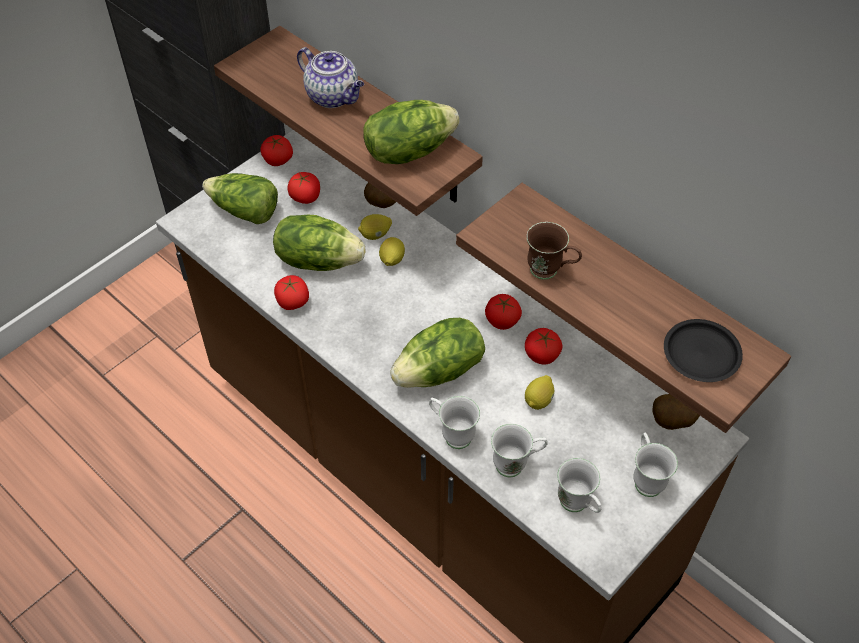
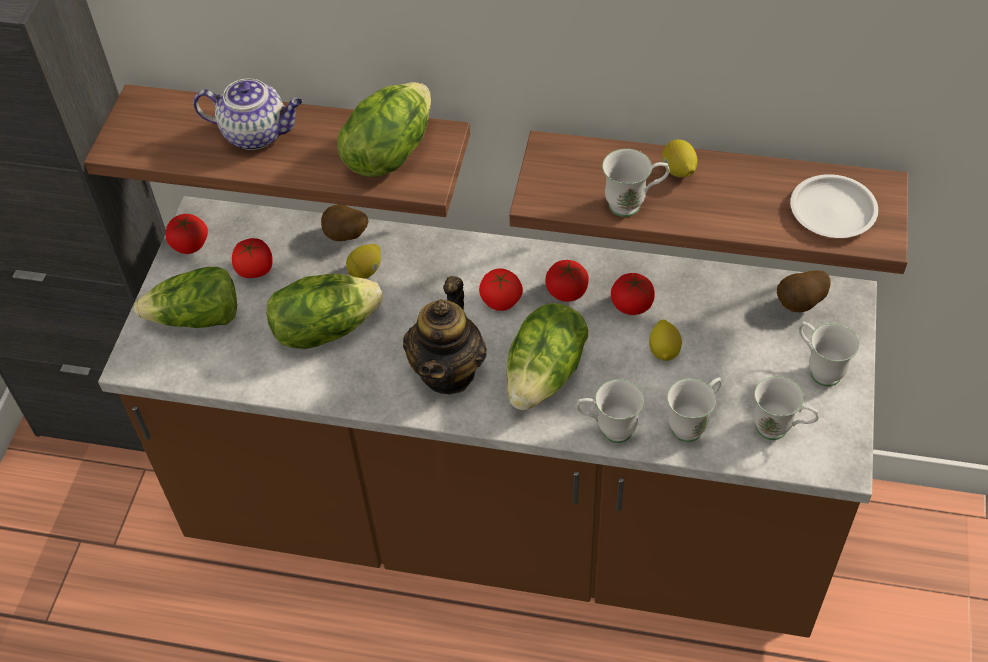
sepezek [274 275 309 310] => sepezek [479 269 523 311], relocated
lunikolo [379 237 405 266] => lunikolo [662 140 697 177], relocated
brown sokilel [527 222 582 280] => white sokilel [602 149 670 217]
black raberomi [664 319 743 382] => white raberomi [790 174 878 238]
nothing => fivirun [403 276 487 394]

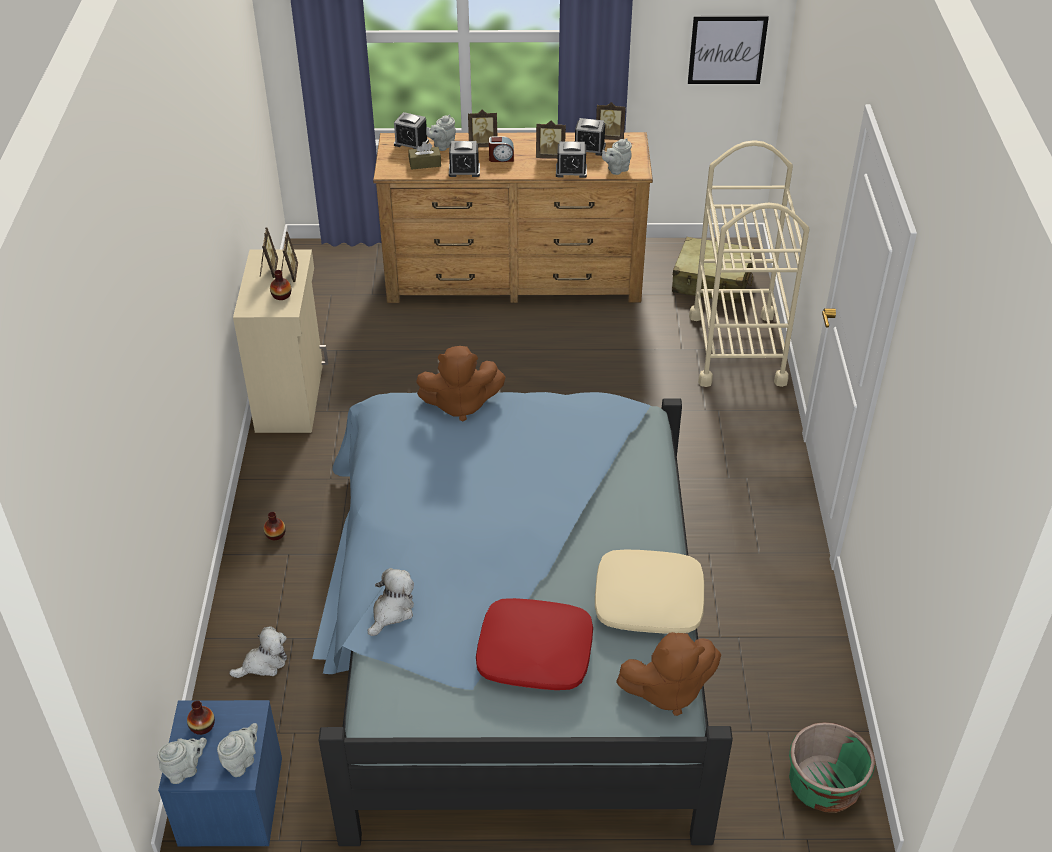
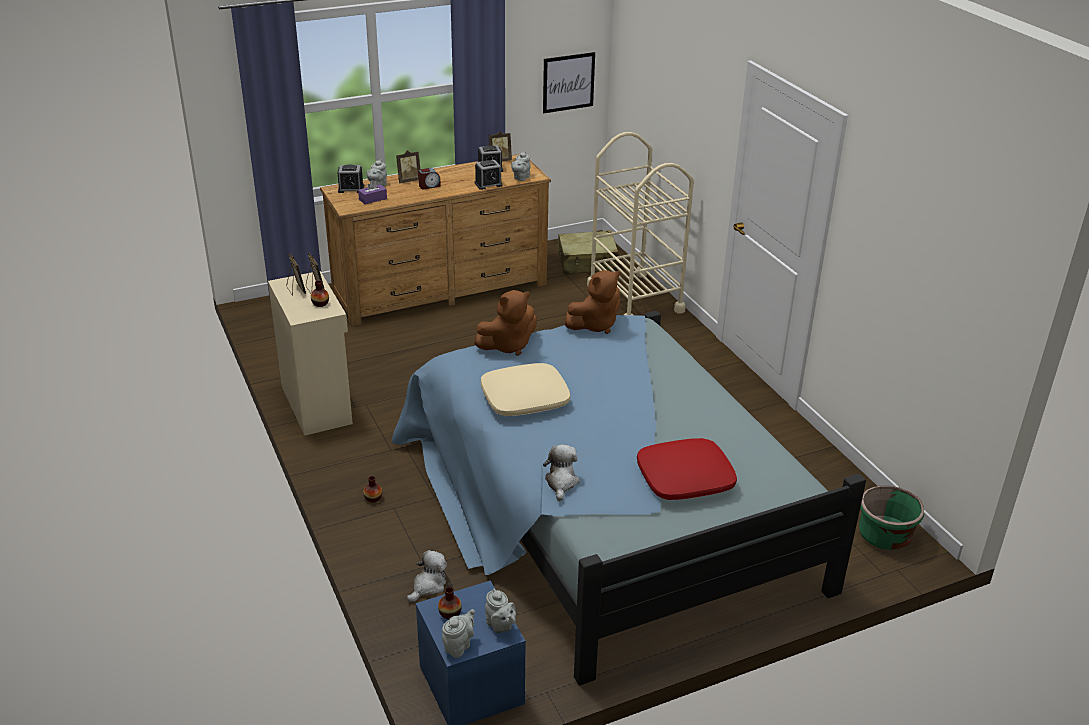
grey fivirun [217 723 258 777] => grey fivirun [485 589 516 633], 135 degrees clockwise
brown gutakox [408 142 441 170] => purple gutakox [358 180 387 205]
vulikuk [449 141 480 177] => nothing
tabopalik [536 121 566 159] => nothing
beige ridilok [595 549 704 634] => beige ridilok [481 363 570 416], relocated
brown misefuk [616 632 721 716] => brown misefuk [564 270 620 334], relocated

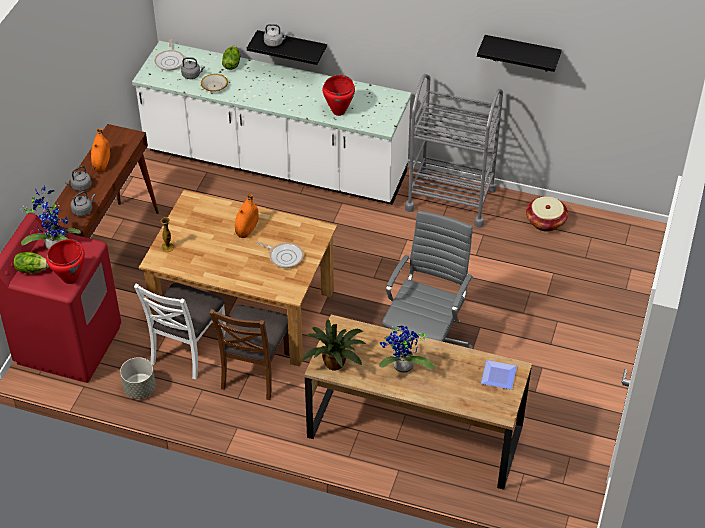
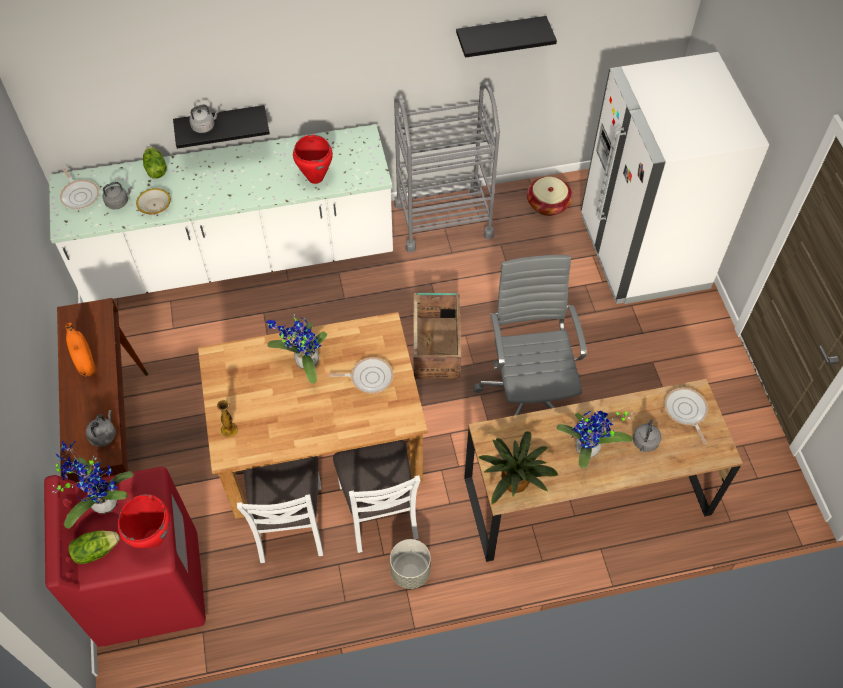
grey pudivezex [65 166 92 191] => grey pudivezex [633 419 661 452], relocated
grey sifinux [120 357 156 399] => grey sifinux [390 539 431 589], relocated
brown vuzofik [210 305 290 400] => white vuzofik [333 440 421 553]
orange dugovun [235 194 259 238] => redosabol [267 314 327 384]
raberomi [481 360 517 390] => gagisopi [664 388 708 444]
nothing => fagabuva [413 293 461 379]
nothing => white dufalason [581 52 769 304]

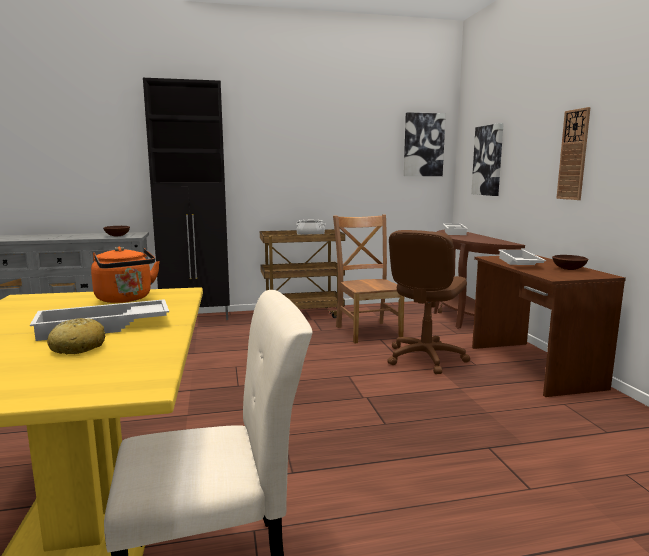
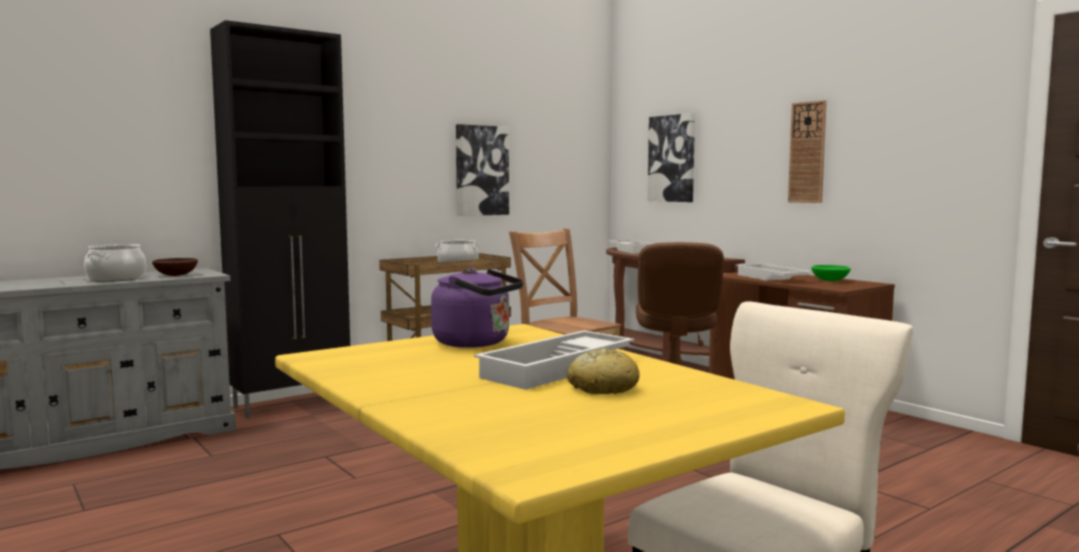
orange pudivezex [91 247 160 303] => purple pudivezex [431 268 524 348]
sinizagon [404 112 446 176] => sinizagon [456 124 509 216], relocated
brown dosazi [552 255 589 270] => green dosazi [811 265 851 281]
nothing => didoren [84 244 146 282]

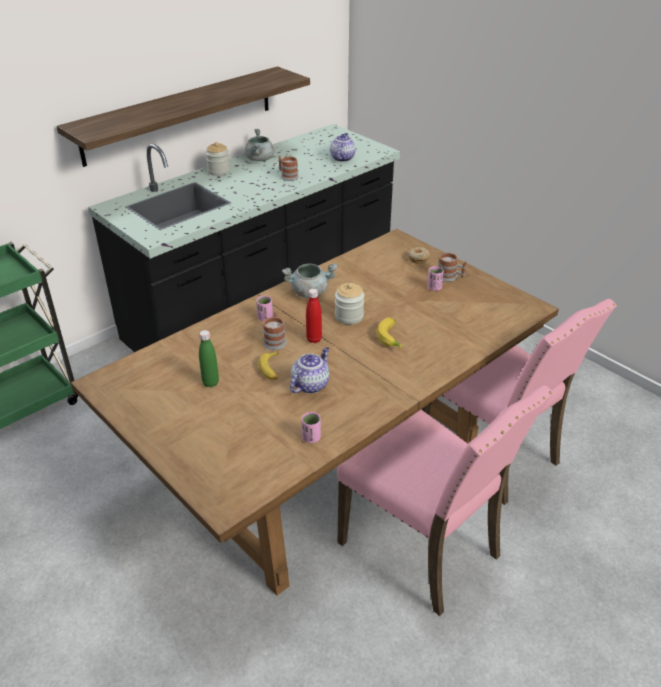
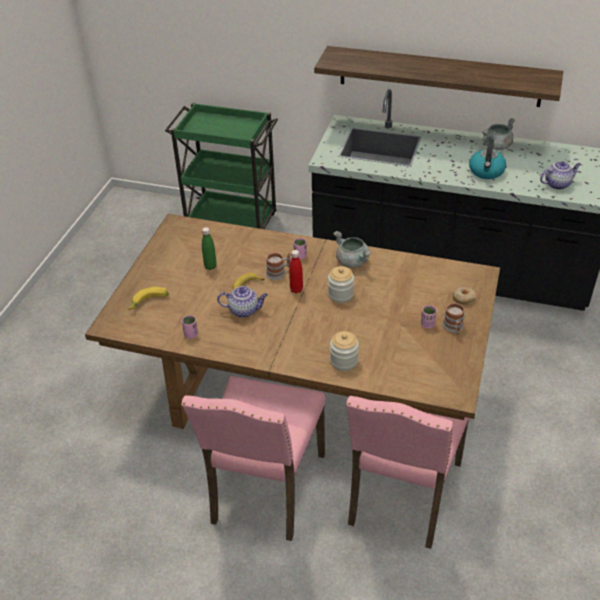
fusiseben [206 142 230 176] => fusiseben [330 331 359 371], relocated
sokilel [278 156 299 181] => pudivezex [469 139 506 179]
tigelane [376 317 402 349] => tigelane [128 287 169 310], relocated

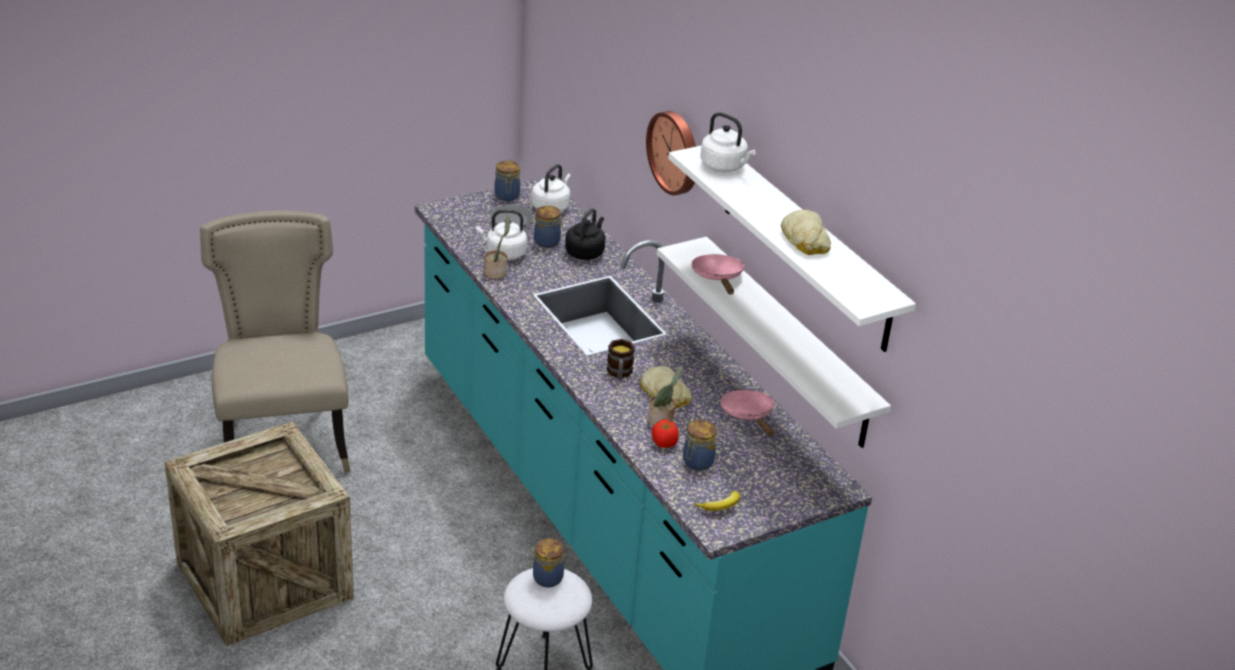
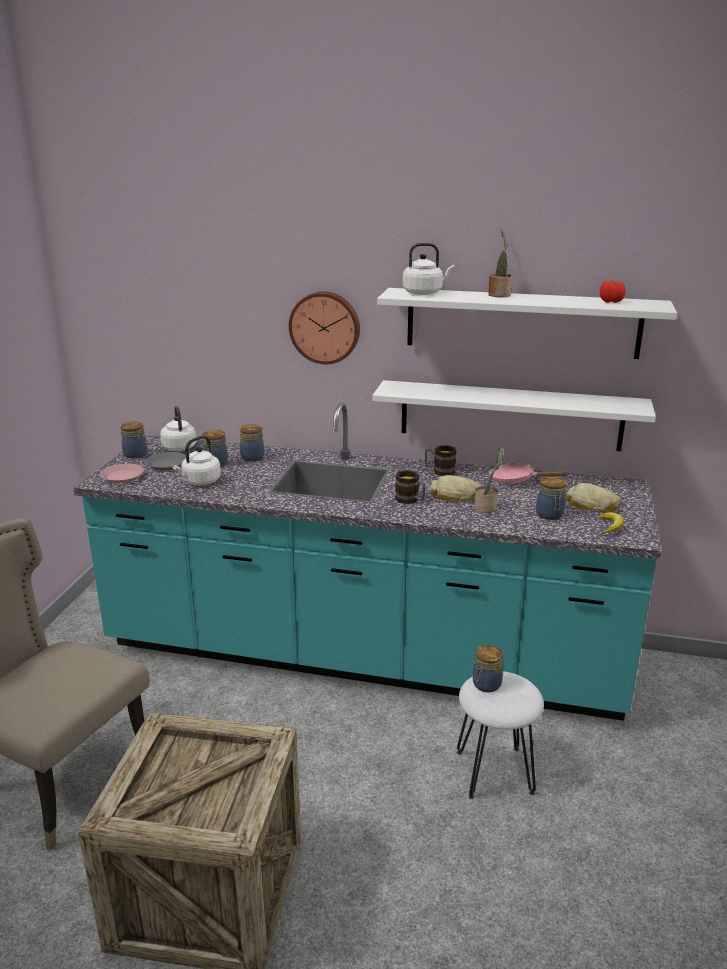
redosabol [484 214 510 279] => redosabol [488 229 512 297], relocated
black pudivezex [565 208 605 260] => fusiseben [240 424 264 462]
sepezek [652 419 679 448] => sepezek [600 280 626 303], relocated
pink gagisopi [691 254 745 294] => nothing
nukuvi [781 210 831 255] => nukuvi [566 483 621 512], relocated
nothing => pink raberomi [100 464 144 483]
nothing => sokilel [425 445 456 476]

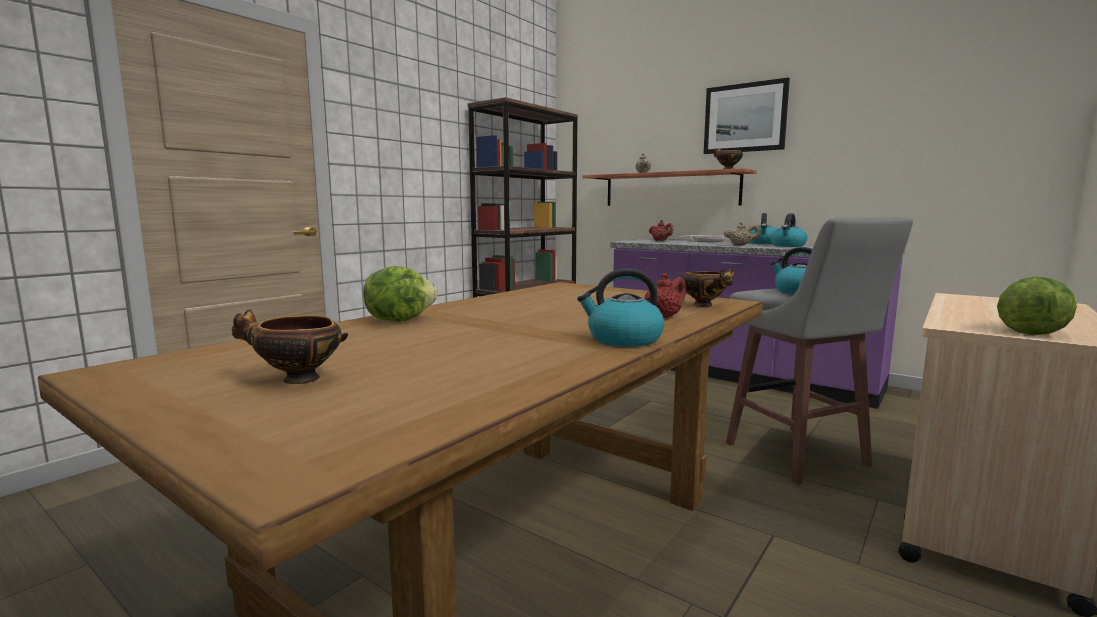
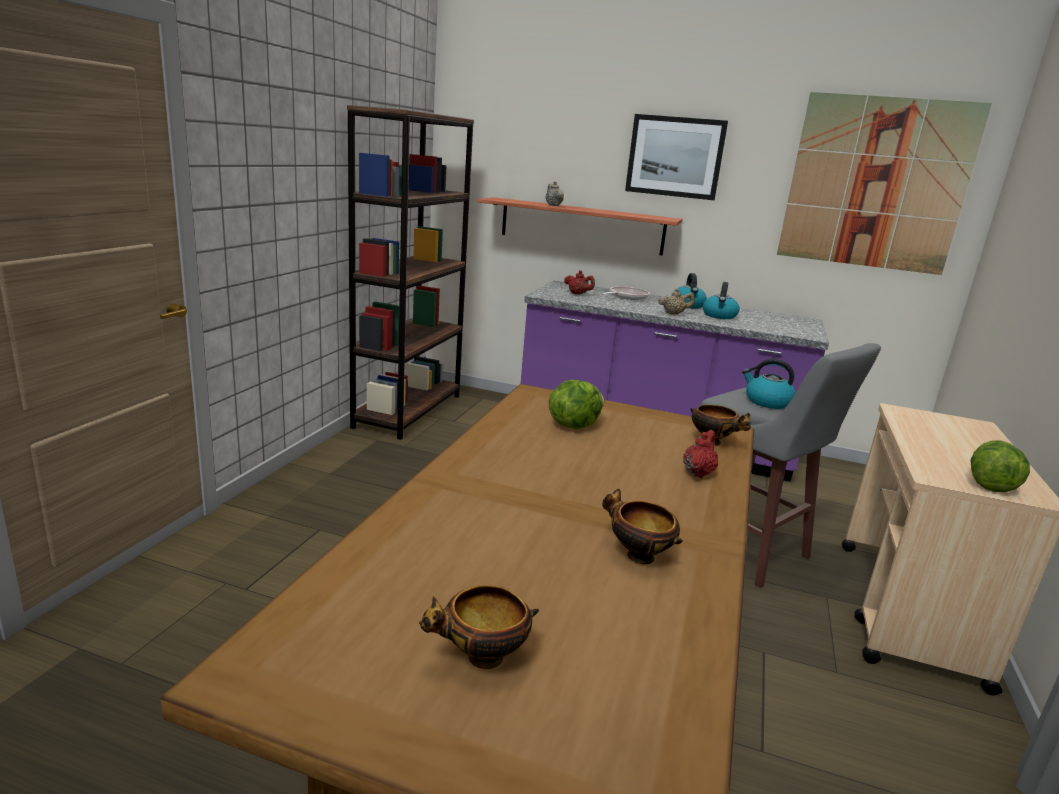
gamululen [363 266 437 322] => gamululen [549 380 604 429], relocated
pudivezex [577 268 664 347] => nothing
dosazi [714 148 743 169] => dosazi [602 489 683 564], relocated
nothing => sinizagon [777 92 992 275]

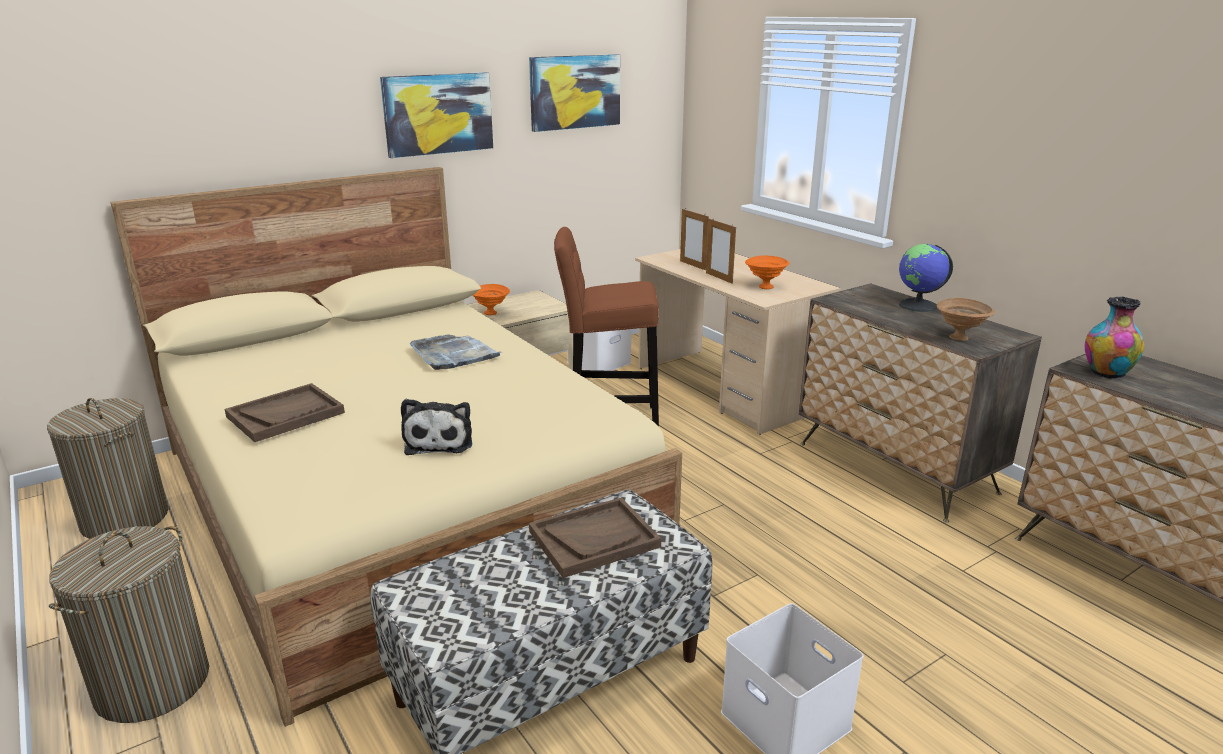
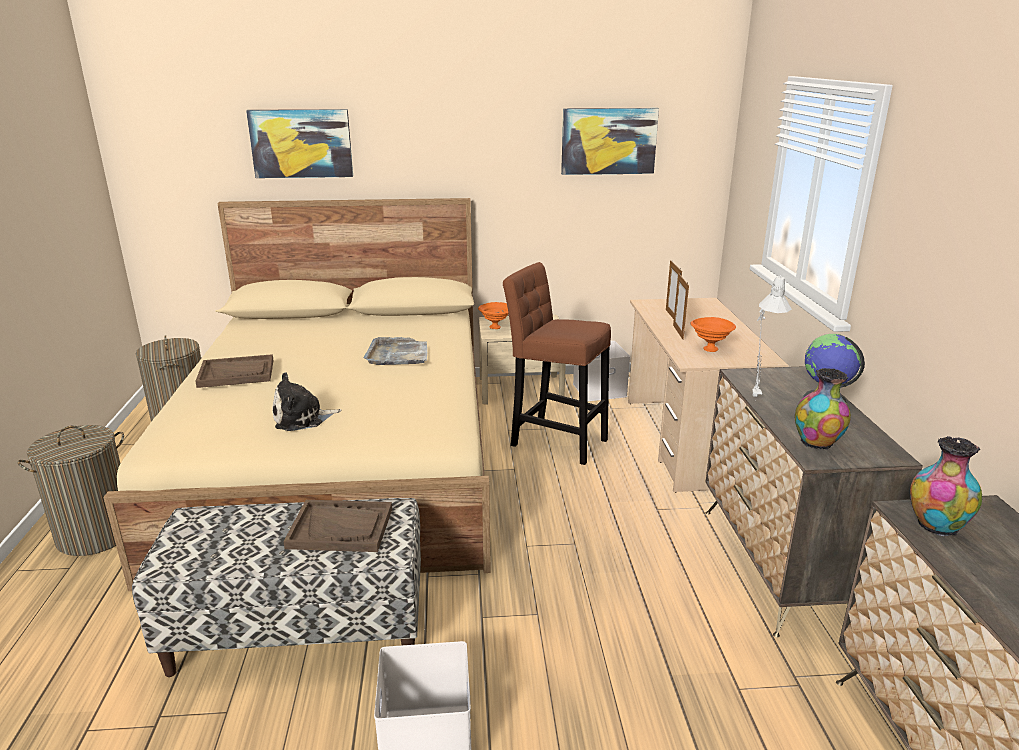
sinizagon [380 72 493 158] => sinizagon [246 109 353 178], relocated
misefuk [401 399 472 455] => misefuk [272 372 341 431], 45 degrees clockwise
brown dosazi [936 298 995 341] => dugovun [795 368 851 450]
nothing => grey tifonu [752 275 792 397]

